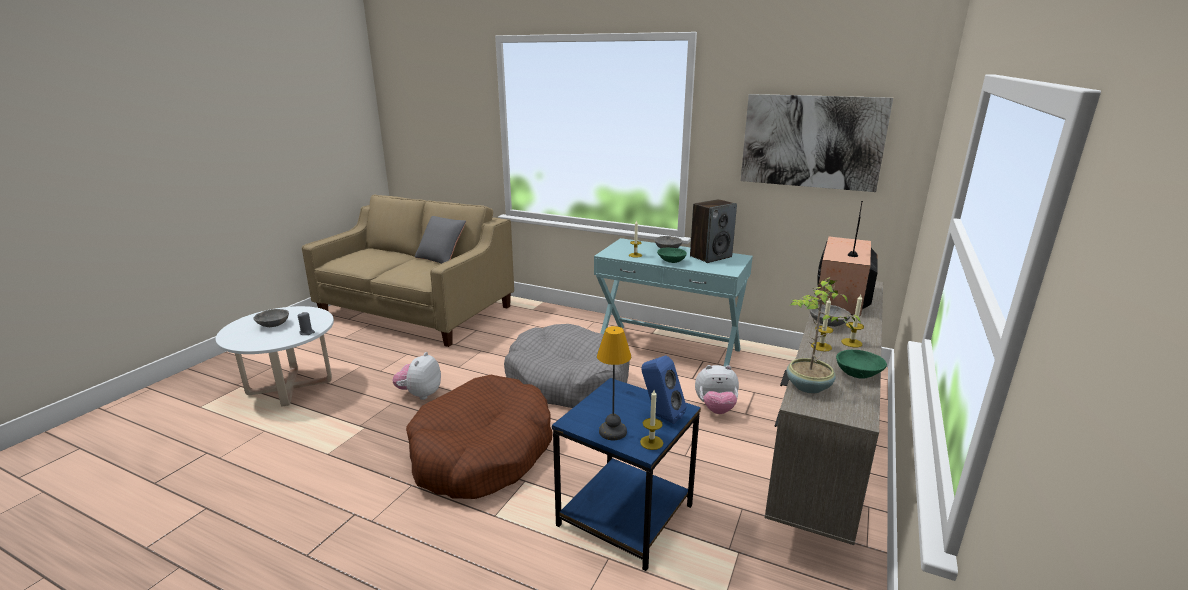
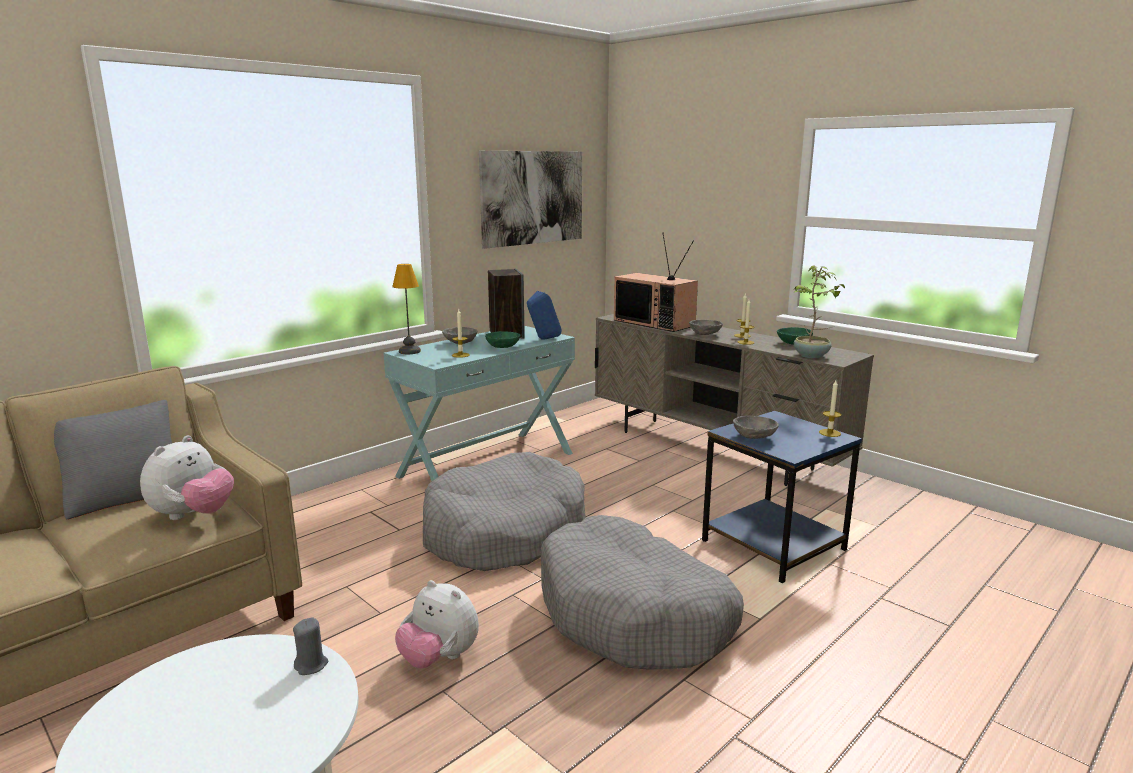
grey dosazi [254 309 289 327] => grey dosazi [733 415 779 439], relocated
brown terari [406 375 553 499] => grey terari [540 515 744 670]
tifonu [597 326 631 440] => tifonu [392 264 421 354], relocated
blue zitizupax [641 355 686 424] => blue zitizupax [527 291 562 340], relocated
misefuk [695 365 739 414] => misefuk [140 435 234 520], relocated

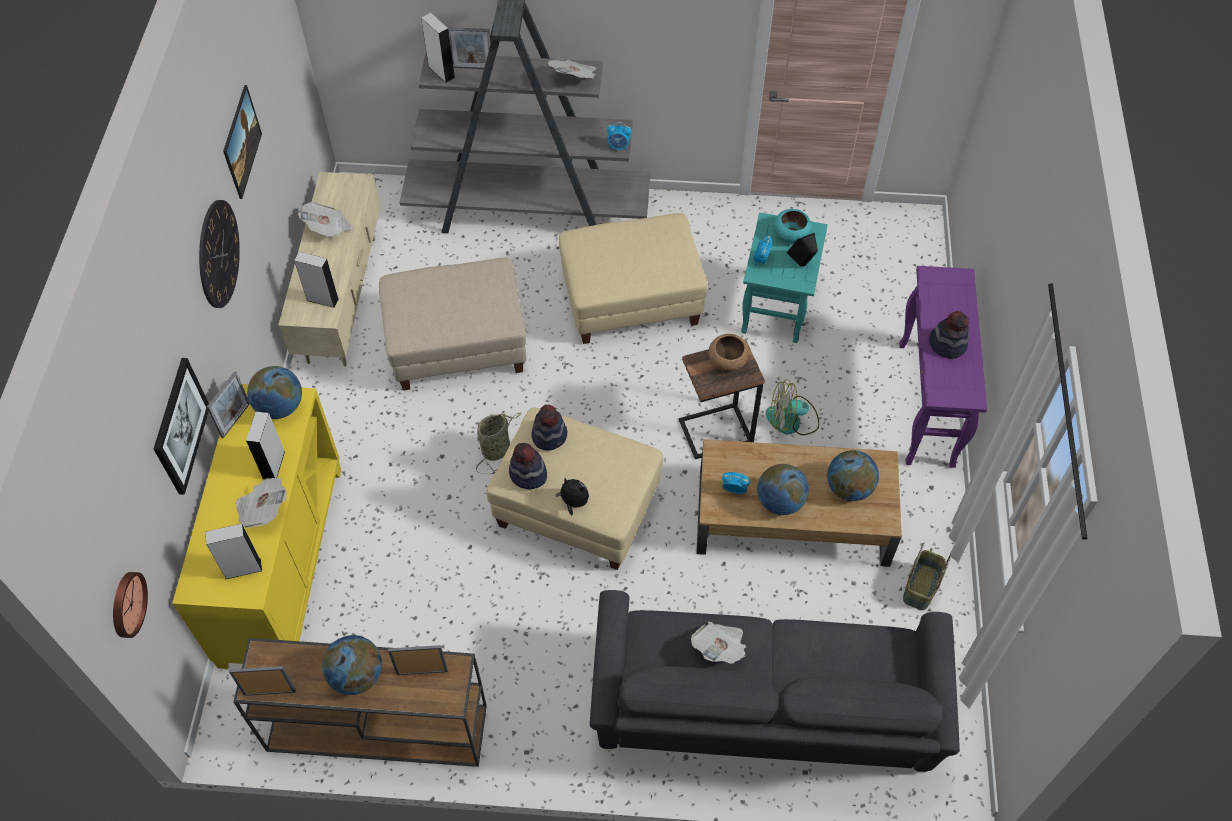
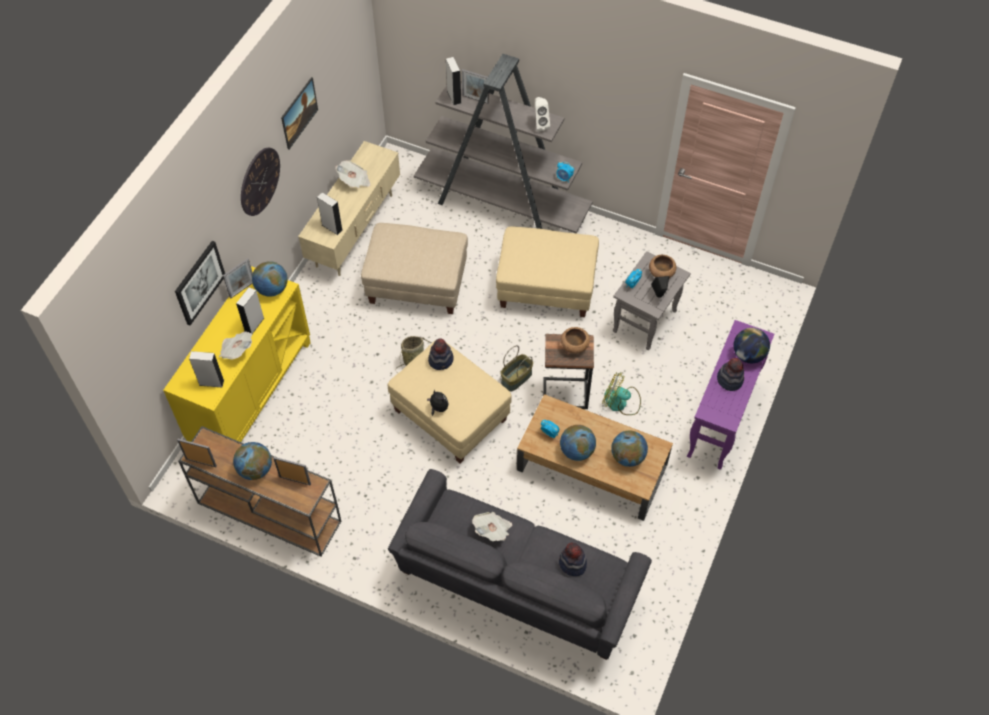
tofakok [113 572 148 638] => nothing
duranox [509 443 547 489] => duranox [559 542 587 576], relocated
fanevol [548 60 596 78] => white zitizupax [535 97 550 131]
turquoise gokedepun [741 212 828 343] => grey gokedepun [613 251 691 350]
turquoise dosazi [774 209 812 243] => brown dosazi [649 255 676 278]
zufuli [903 542 952 610] => zufuli [501 345 533 391], relocated
nothing => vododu [734 328 770 363]

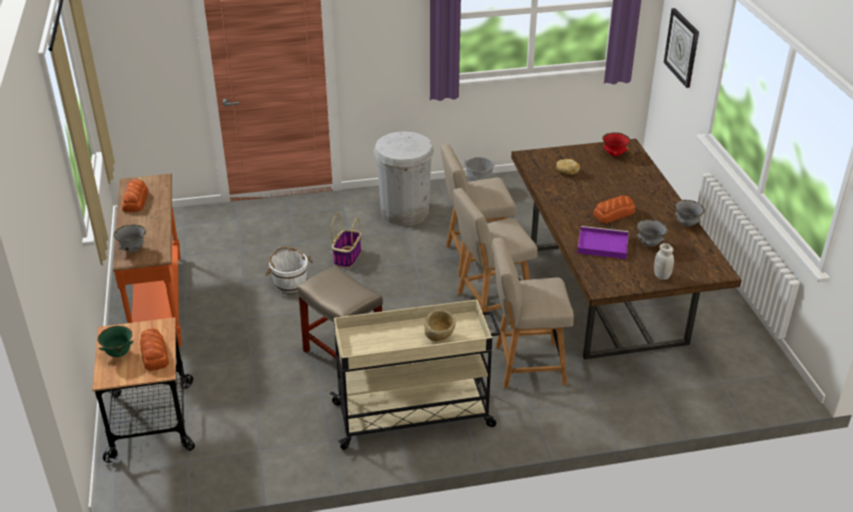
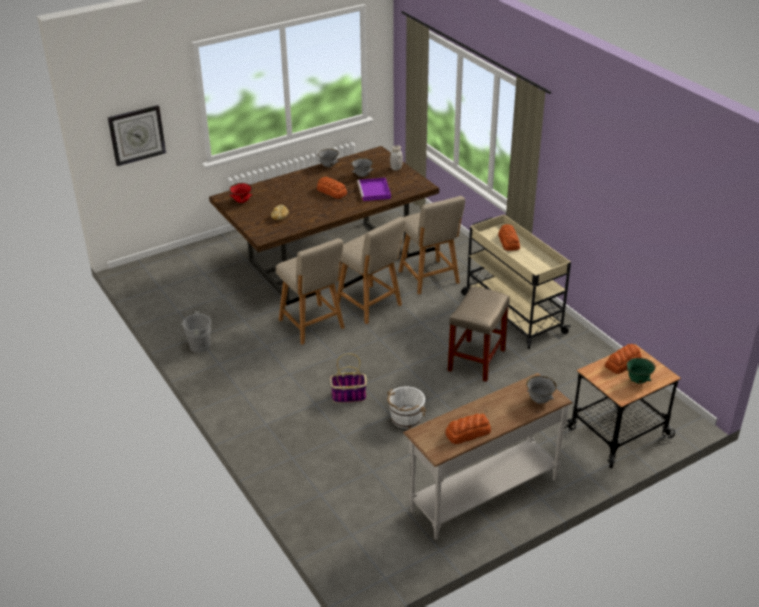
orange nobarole [113 174 182 347] => white nobarole [403 373 573 540]
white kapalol [374 131 434 226] => nothing
beige dosazi [424 310 456 342] => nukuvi [498 224 520 251]

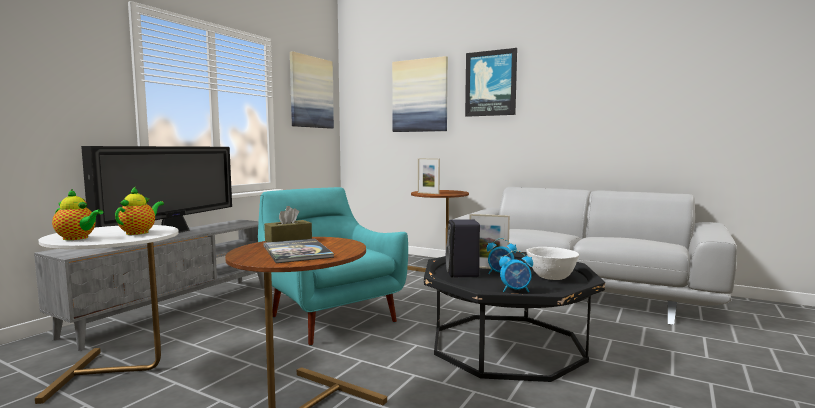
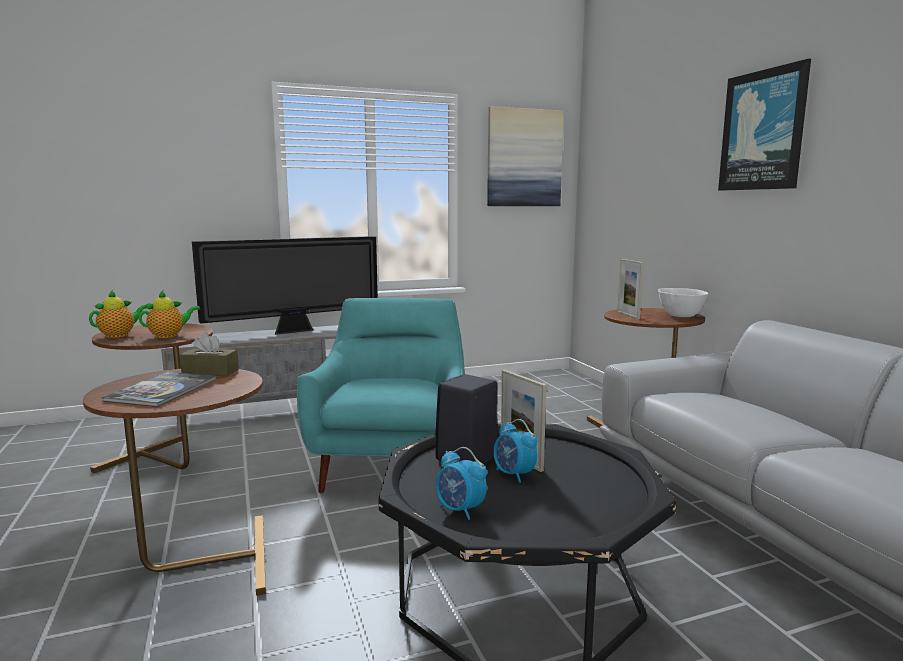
white gokedepun [35 225 179 404] => brown gokedepun [90 323 213 473]
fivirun [52 189 103 240] => fivirun [89 290 146 338], 105 degrees counterclockwise
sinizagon [392 56 448 132] => nothing
white dosazi [526 247 579 280] => white dosazi [658 288 708 317], relocated

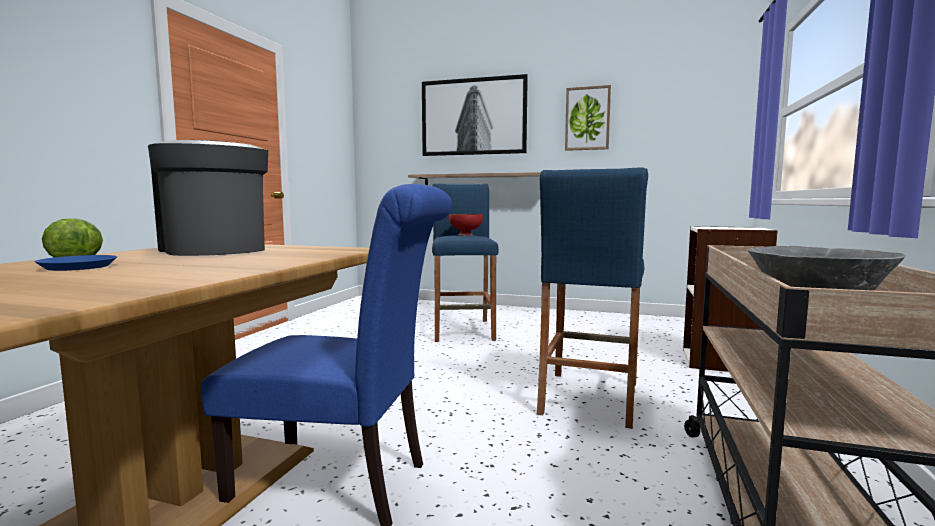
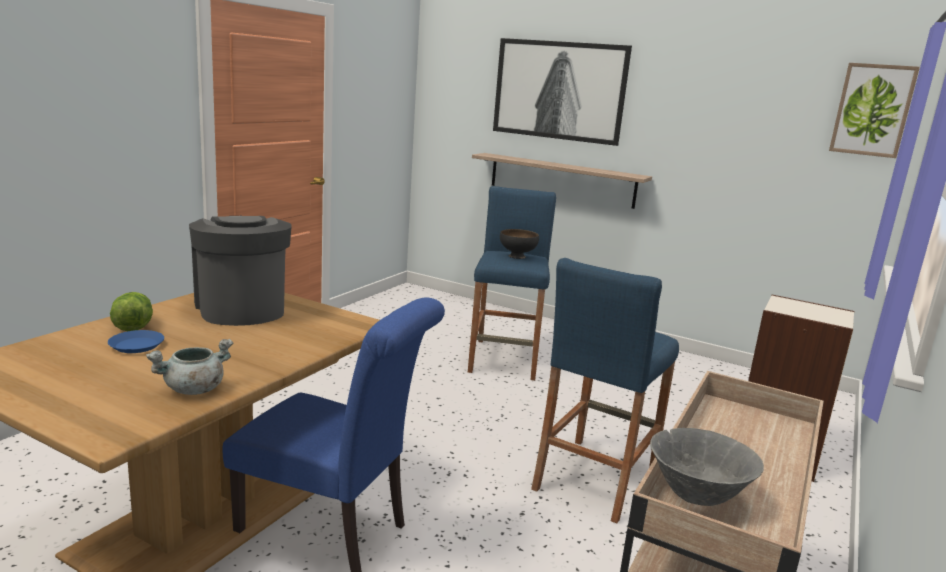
red dosazi [449 214 483 236] => black dosazi [500 229 539 259]
sinizagon [565 85 611 151] => sinizagon [829 63 920 158], relocated
nothing => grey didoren [146 339 233 395]

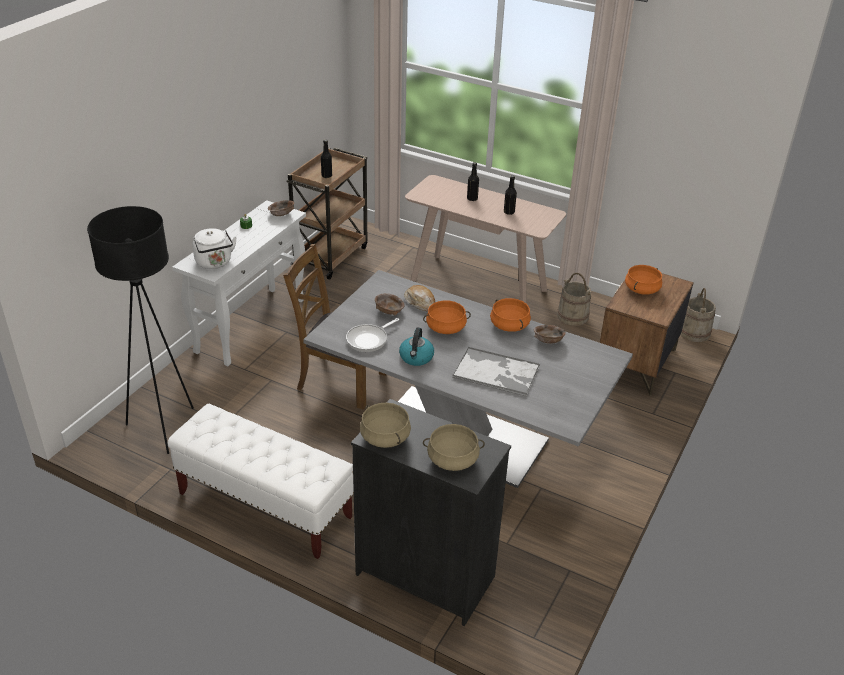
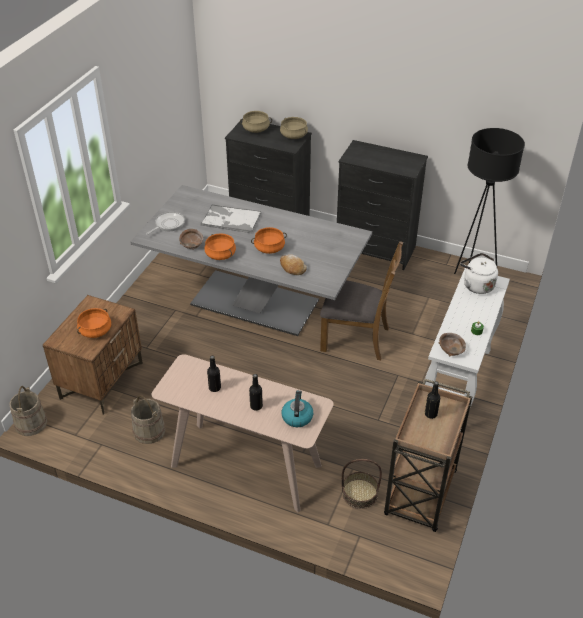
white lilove [168 404 354 559] => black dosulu [337 140 428 270]
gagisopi [346 318 399 352] => gagisopi [146 212 185 235], relocated
brown dosazi [375 293 405 315] => nothing
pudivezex [399 327 434 366] => pudivezex [281 390 313 427], relocated
nothing => zufuli [342 459 382 509]

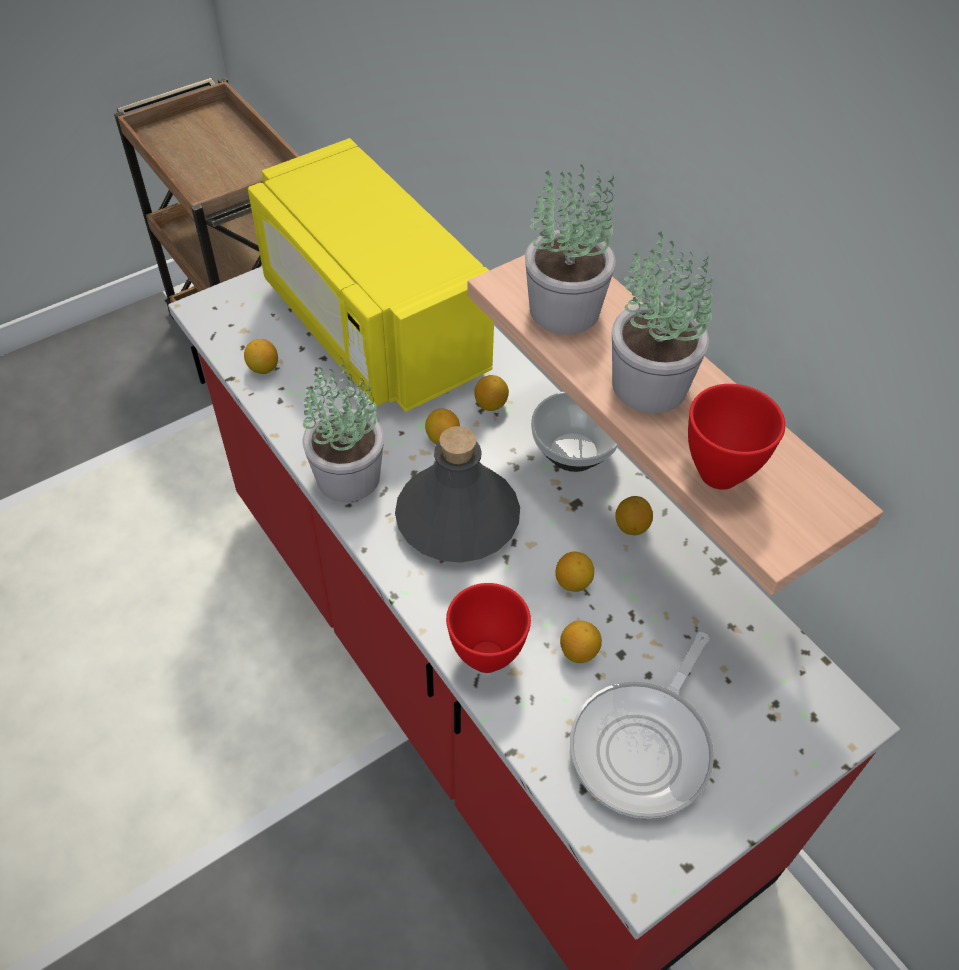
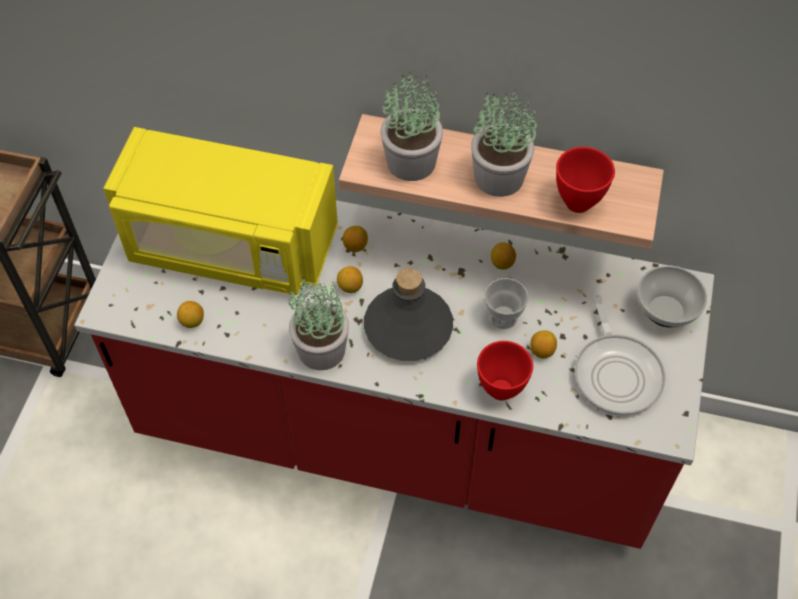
dosazi [531 392 619 472] => dosazi [637 266 707 327], relocated
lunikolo [555 552 594 592] => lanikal [484 278 529 329]

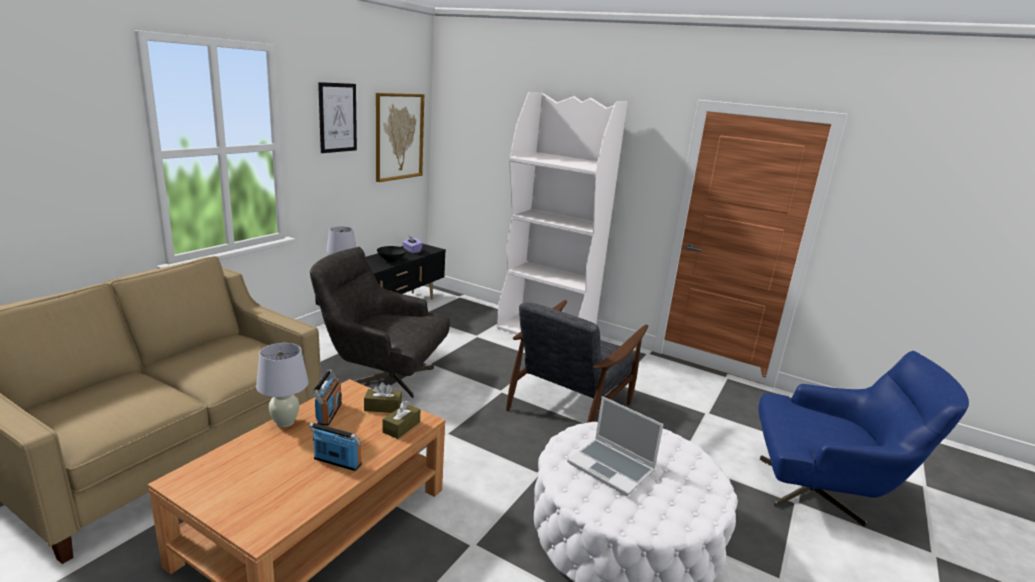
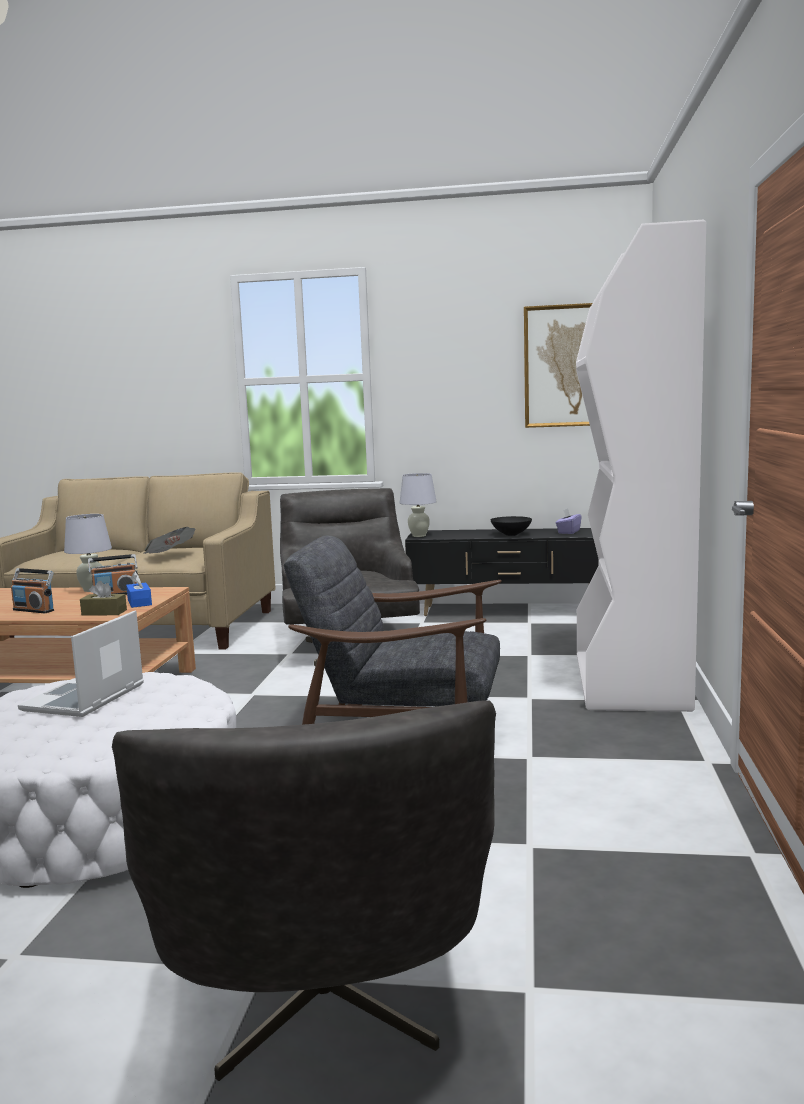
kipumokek [309 422 362 471] => kipumokek [11 568 54 613], 120 degrees clockwise
sinizagon [318 82 357 153] => nothing
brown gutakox [364 382 402 413] => blue gutakox [126 572 152 608]
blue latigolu [758 351 969 527] => grey latigolu [112 701 496 1081]
nothing => fanevol [144 527 196 554]

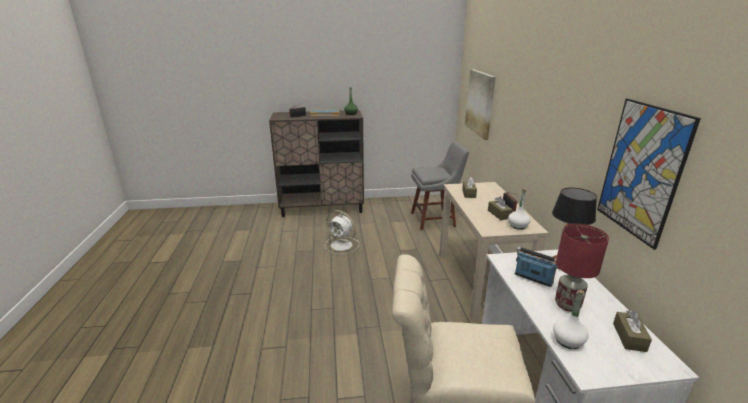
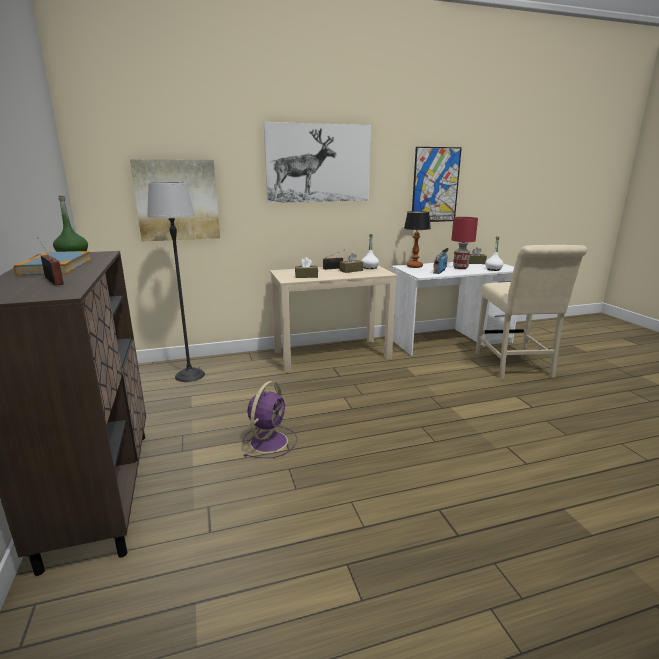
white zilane [325 210 359 254] => purple zilane [243 381 297 458]
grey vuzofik [411 141 469 230] => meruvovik [147 182 205 382]
nothing => sinizagon [264 122 371 203]

